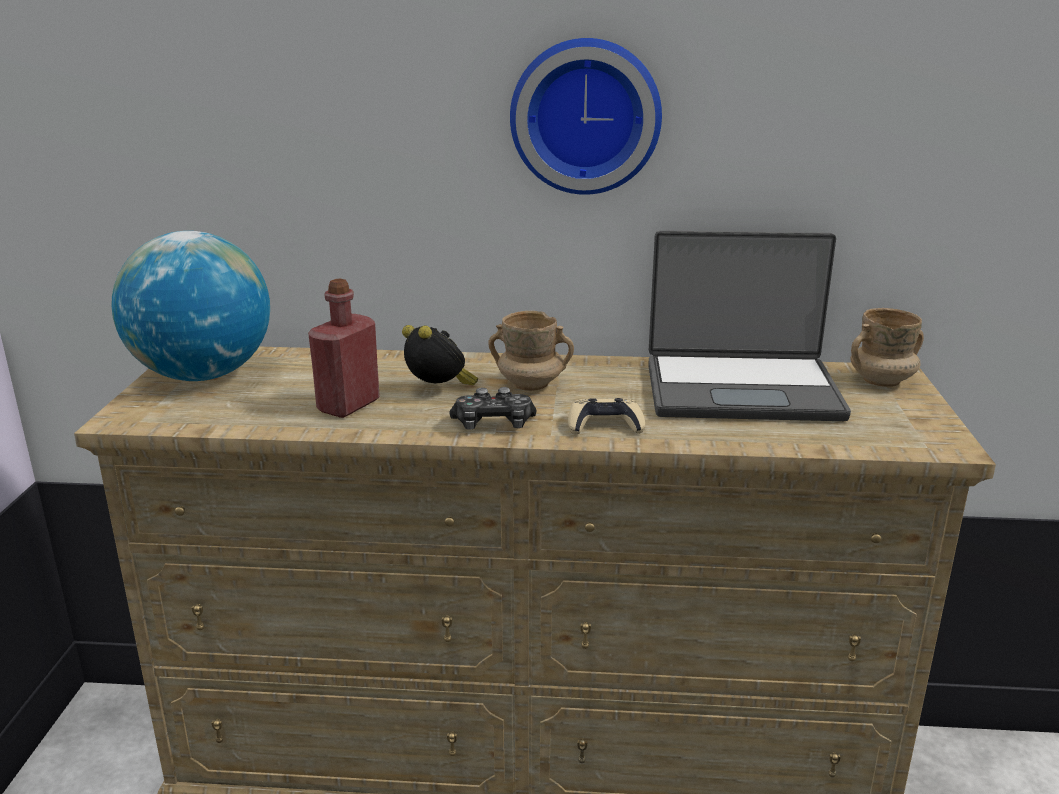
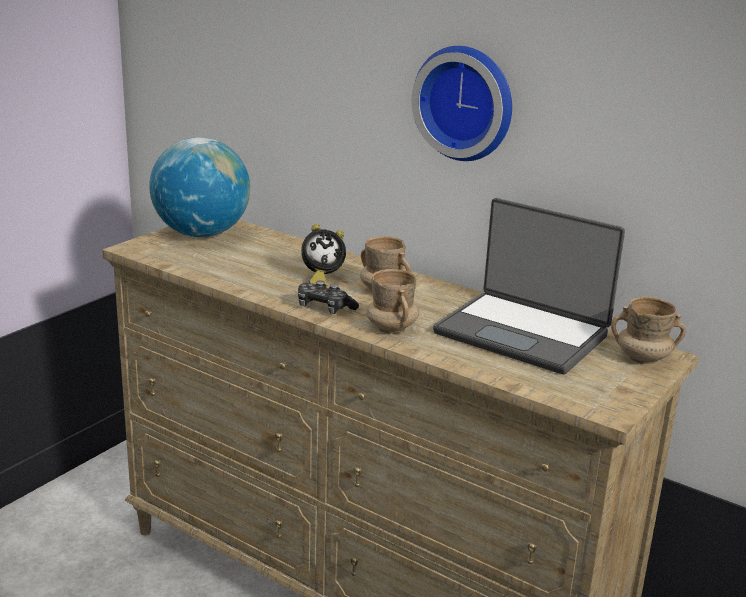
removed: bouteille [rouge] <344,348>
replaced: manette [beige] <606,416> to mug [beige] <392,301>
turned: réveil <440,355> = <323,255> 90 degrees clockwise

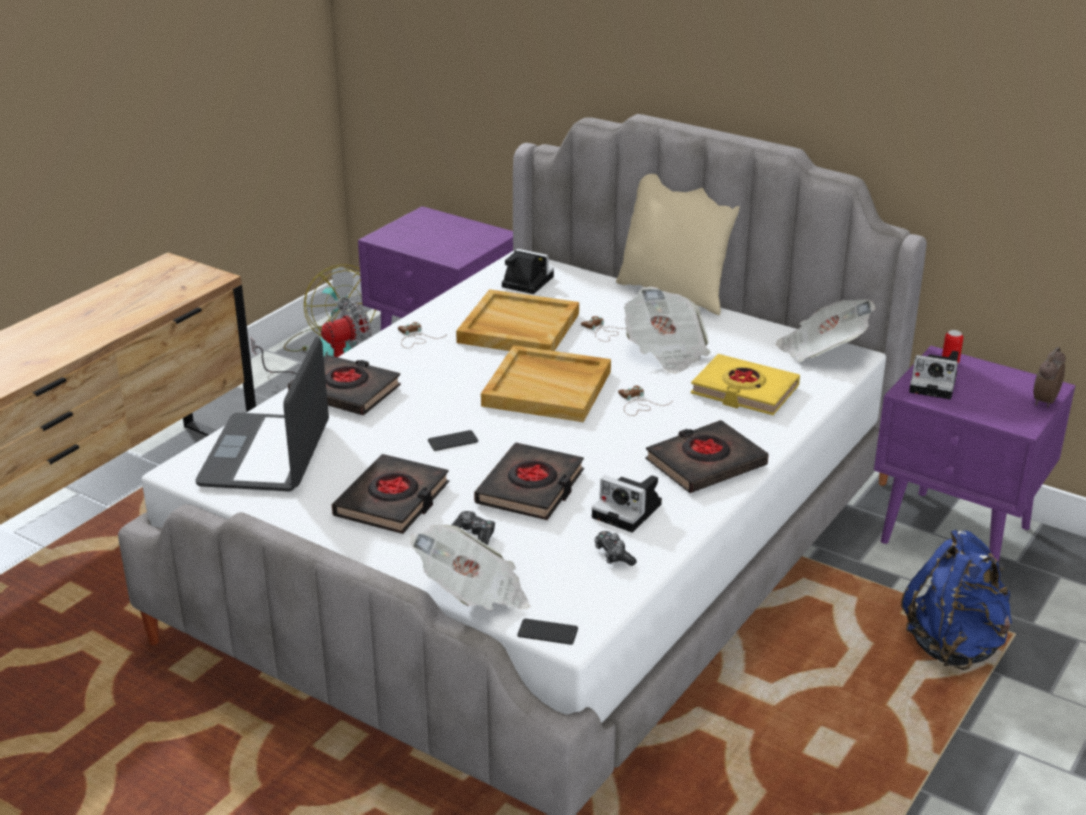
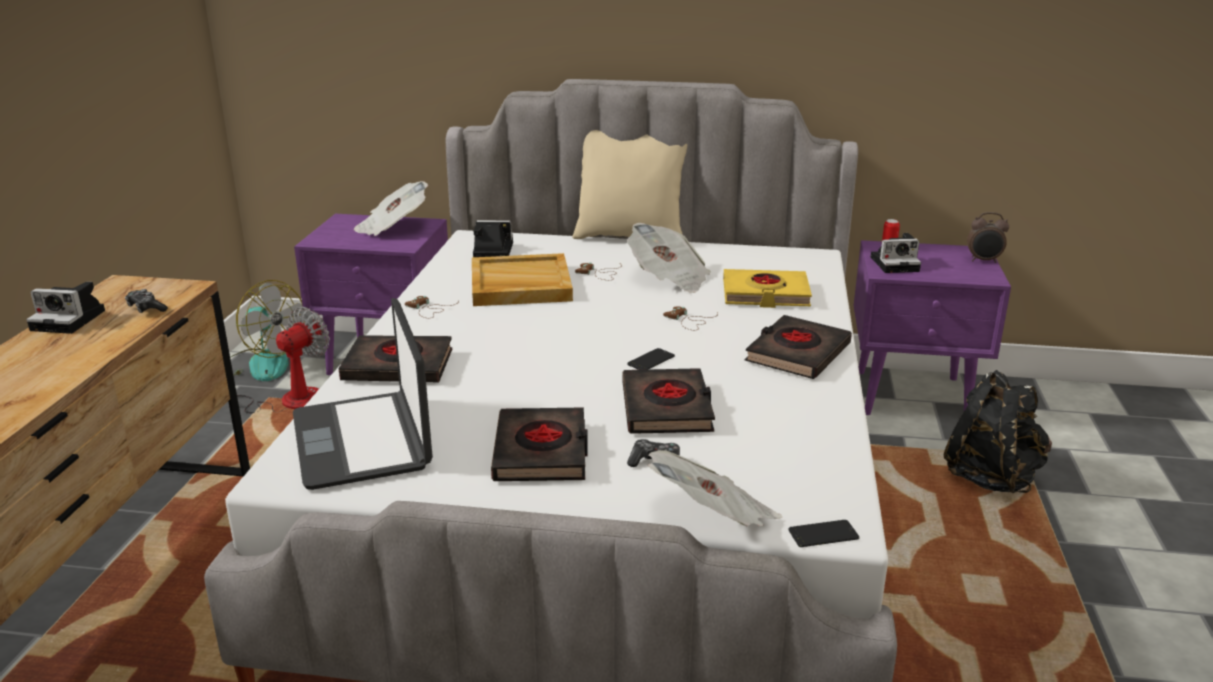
removed: plateau [beige] <546,383>
moved: appareil photo <627,503> to <65,308>; manette <615,548> to <146,301>; journal <826,330> to <391,208>; téléphone <453,440> to <651,359>
recoloured: sac à dos [bleu] <956,600> to sac à dos [noir] <998,431>
turned: réveil <1049,377> = <988,237> 90 degrees counterclockwise

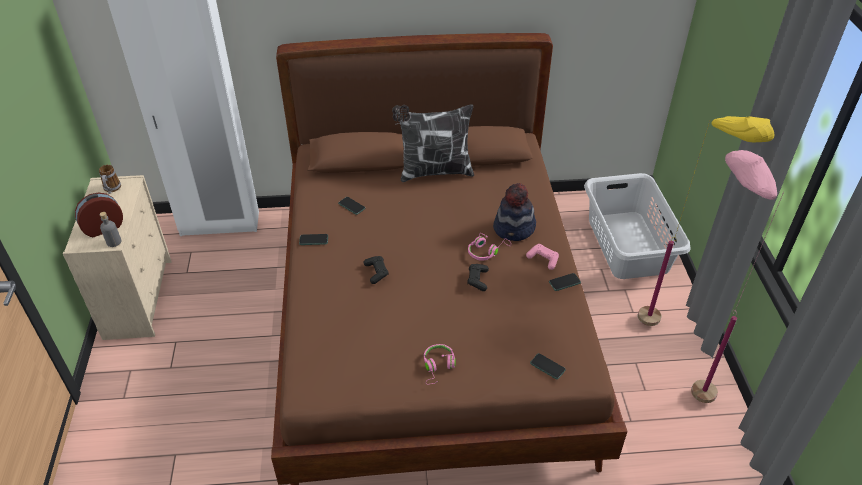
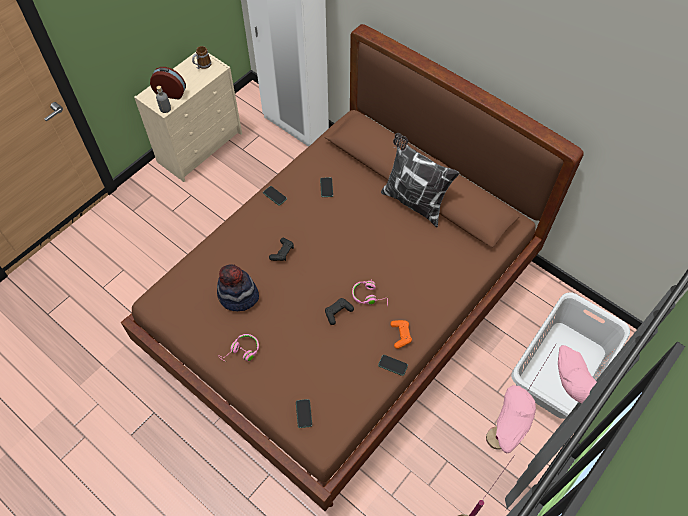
moved: chapeau <514,212> to <238,287>
recoloured: manette [rose] <542,257> to manette [orange] <401,334>; lampadaire [jaune] <706,221> to lampadaire [rose] <541,396>

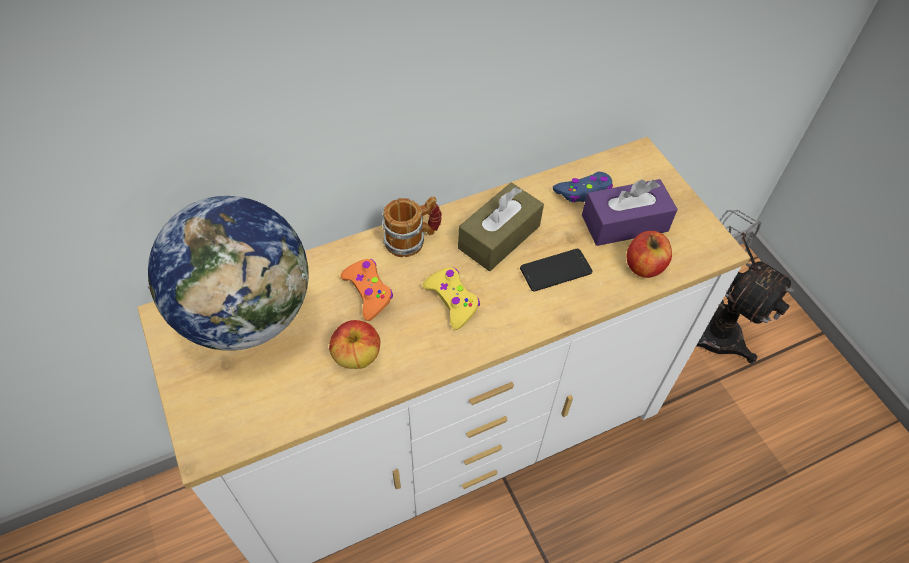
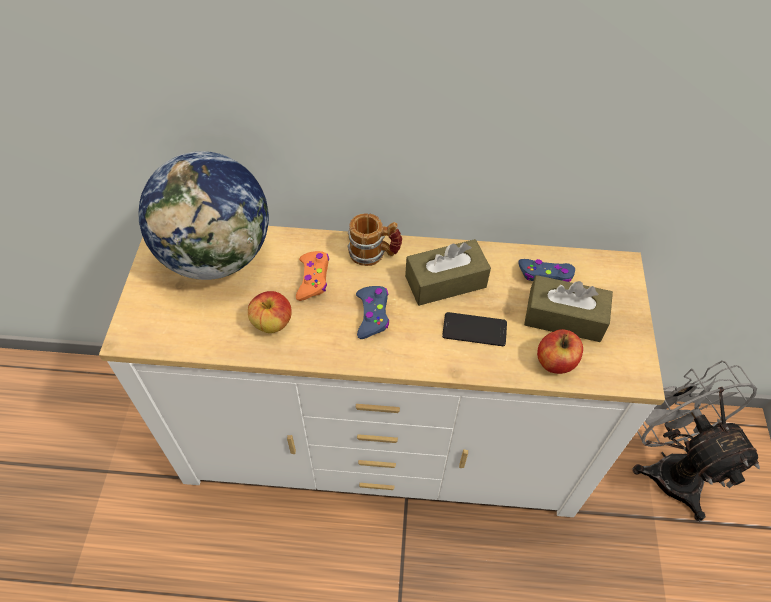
recoloured: manette [jaune] <451,298> to manette [bleu] <372,312>; boîte à mouchoirs [violet] <630,212> to boîte à mouchoirs [marron] <568,308>

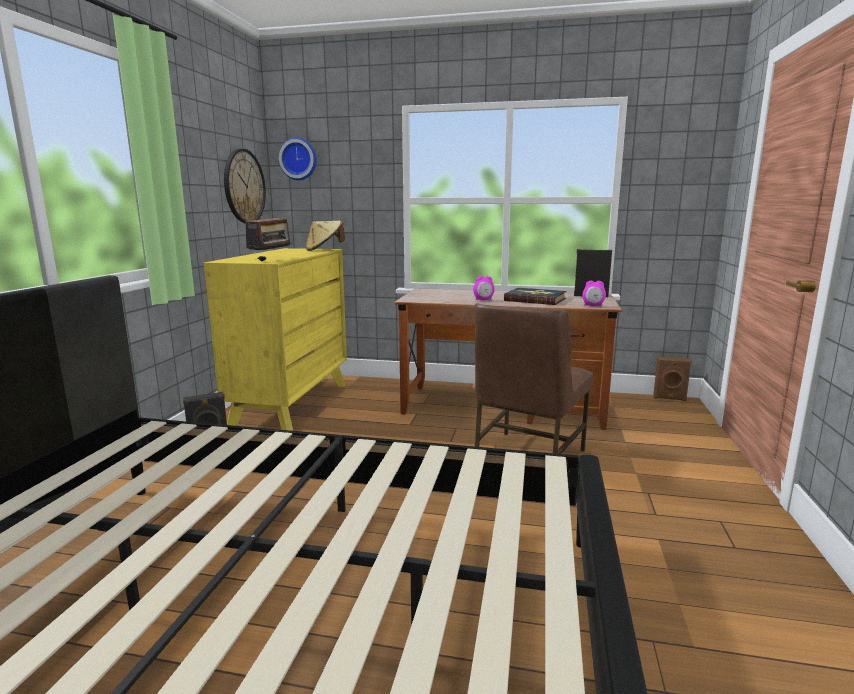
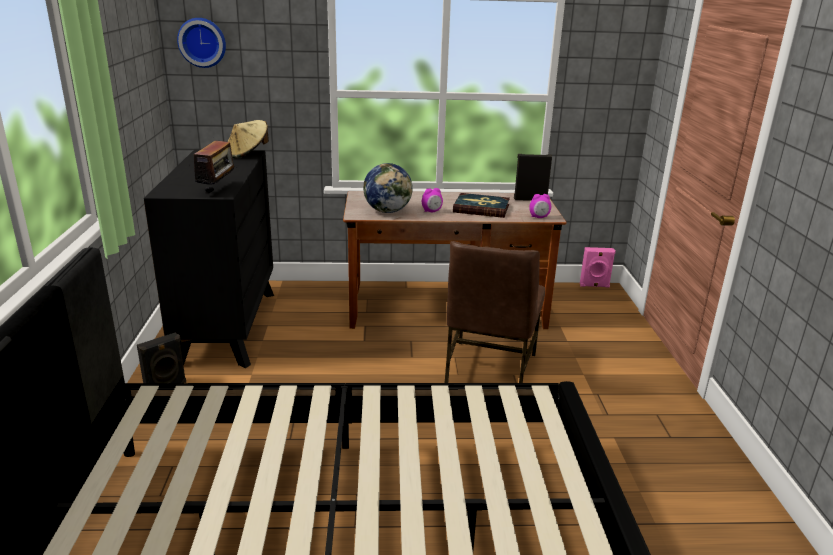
removed: horloge murale <245,186>
added: globe <388,188>
recoloured: commode [jaune] <275,339> to commode [noir] <209,258>; enceinte [marron] <672,378> to enceinte [rose] <598,267>

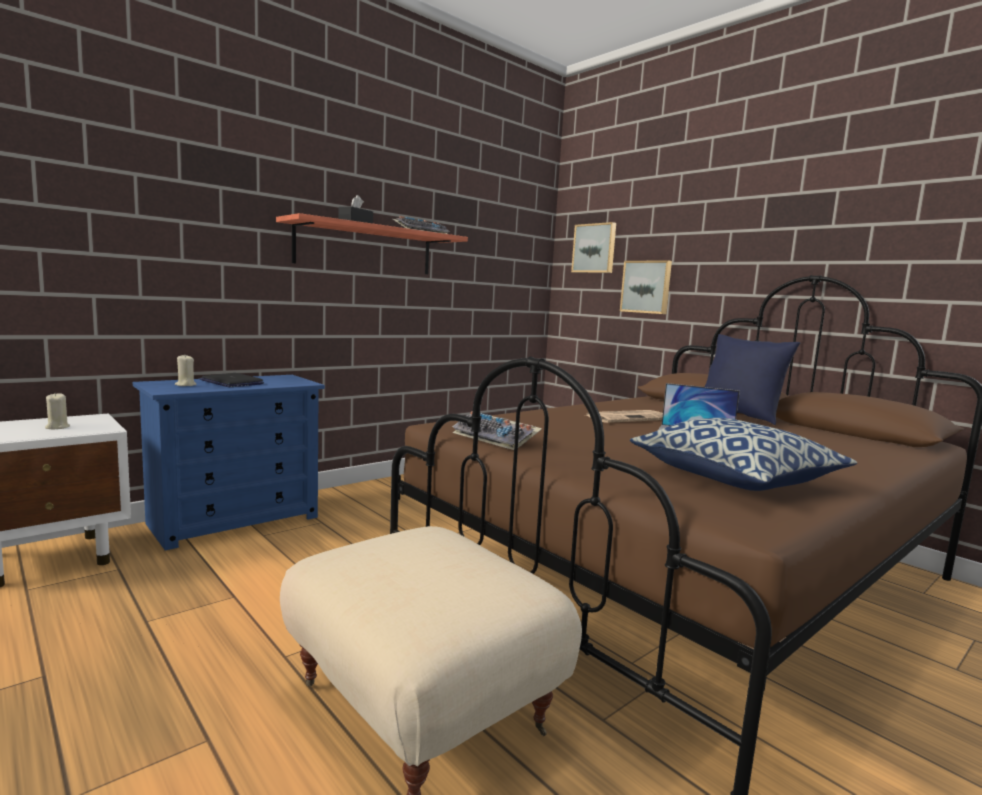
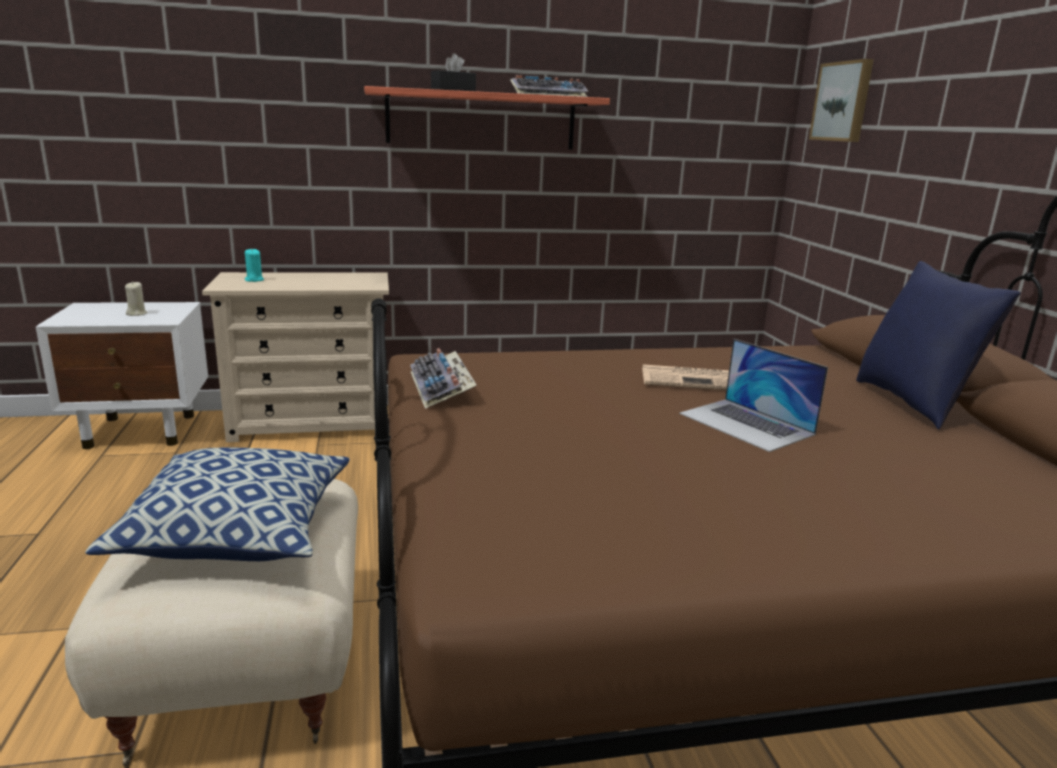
removed: ordinateur portable <232,380>; tableau <646,287>
moved: coussin <743,454> to <217,504>
recoloured: commode [bleu] <229,462> to commode [beige] <295,357>; bougie [beige] <186,370> to bougie [turquoise] <254,265>

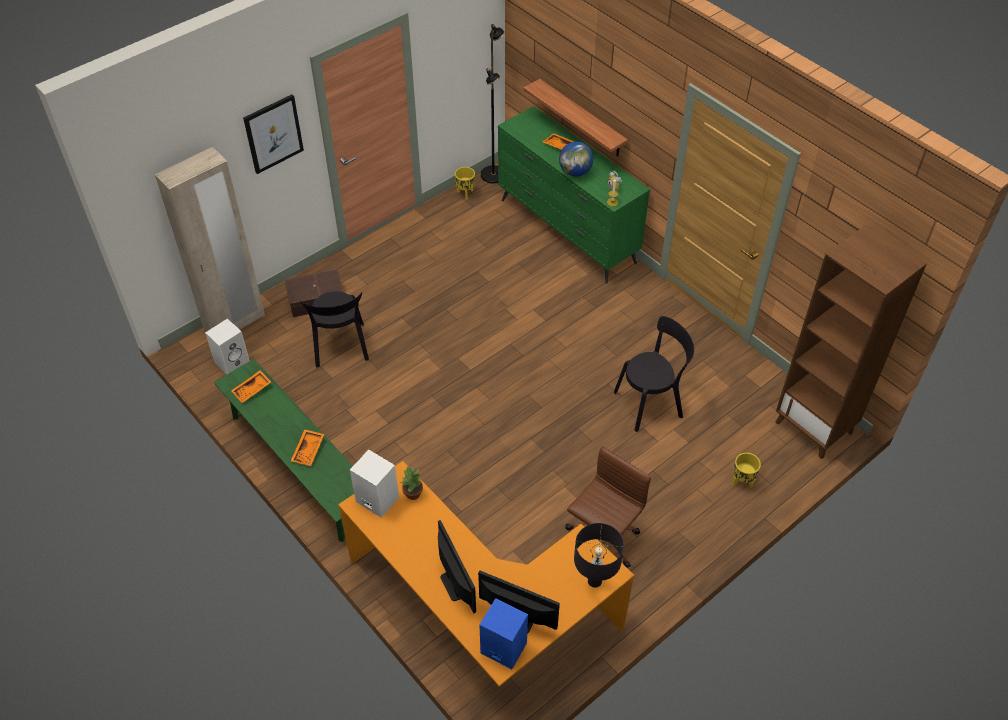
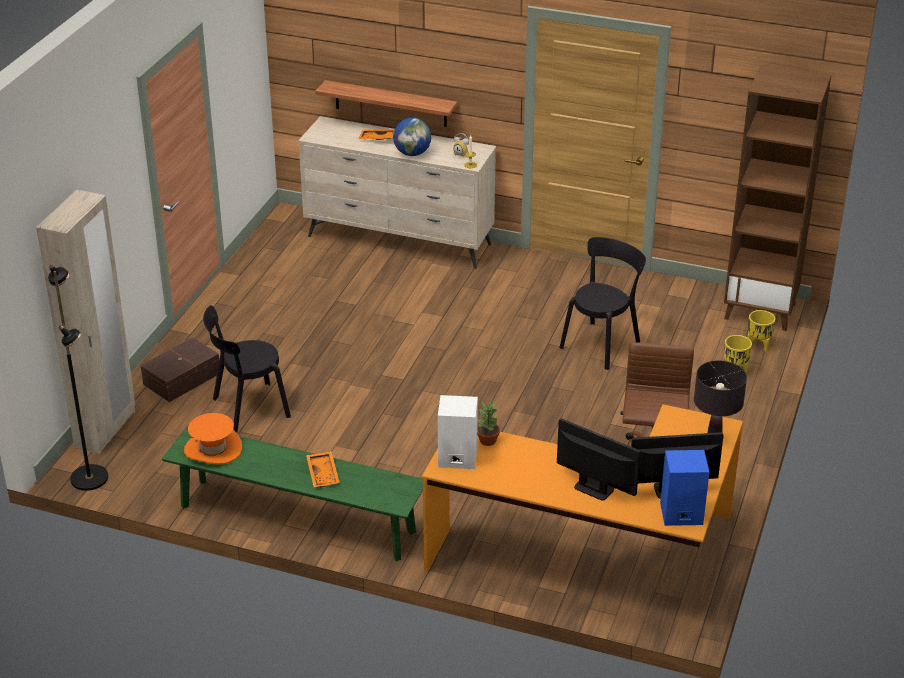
removed: enceinte [blanc] <227,346>; tableau <273,134>
moved: lampadaire [noir] <492,103> to <78,377>; cache-pot [jaune] <465,183> to <761,331>
replaced: plateau [orange] <251,386> to chapeau [orange] <213,439>
recoloured: commode [vert] <574,195> to commode [beige] <397,192>
turned: chaise [noir] <334,329> = <247,369> 105 degrees clockwise

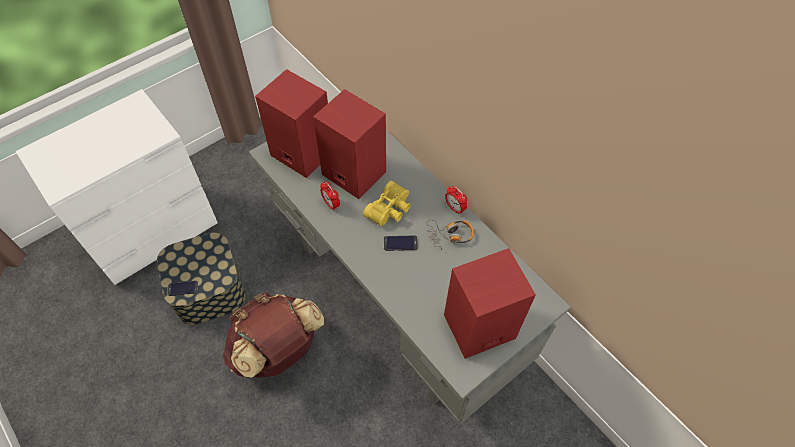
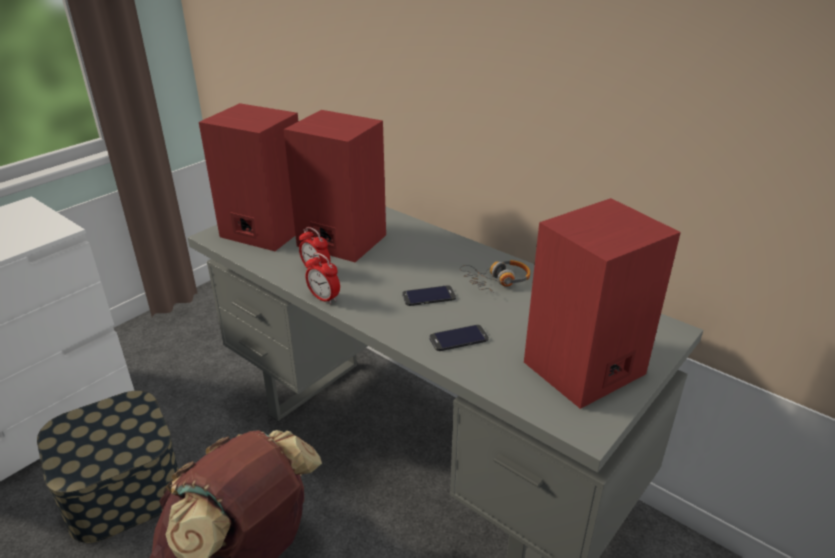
removed: jumelles [jaune] <387,204>
moved: réveil <456,200> to <322,278>; téléphone <182,288> to <459,338>

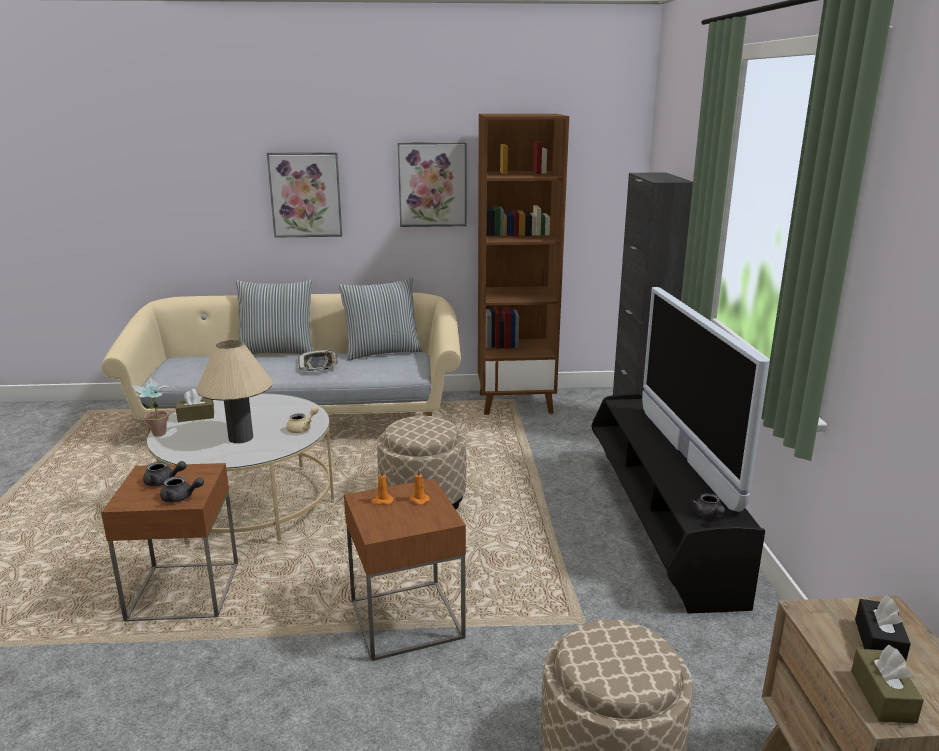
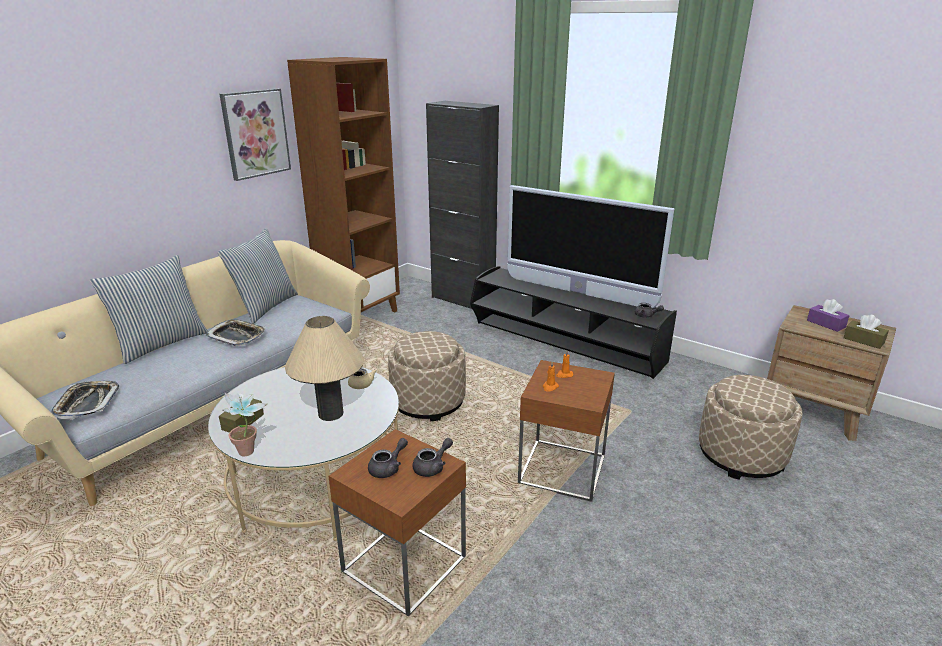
removed: tableau <304,195>
added: plateau <85,400>
recoloured: boîte à mouchoirs [noir] <883,627> to boîte à mouchoirs [violet] <828,315>

